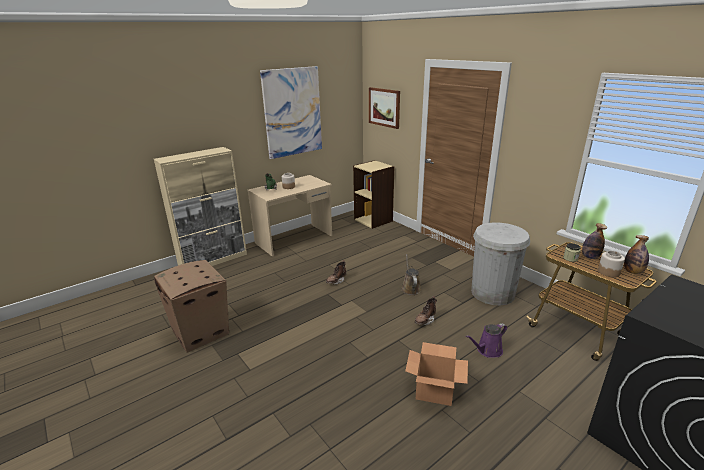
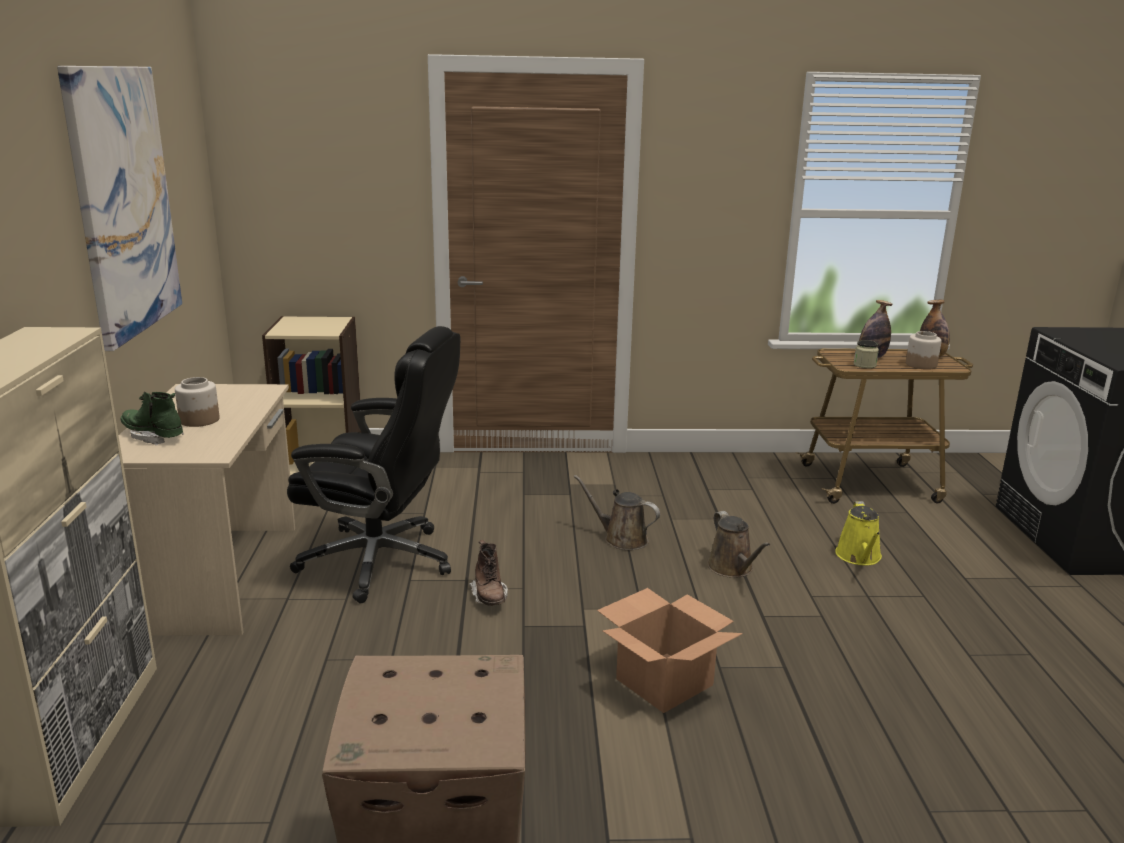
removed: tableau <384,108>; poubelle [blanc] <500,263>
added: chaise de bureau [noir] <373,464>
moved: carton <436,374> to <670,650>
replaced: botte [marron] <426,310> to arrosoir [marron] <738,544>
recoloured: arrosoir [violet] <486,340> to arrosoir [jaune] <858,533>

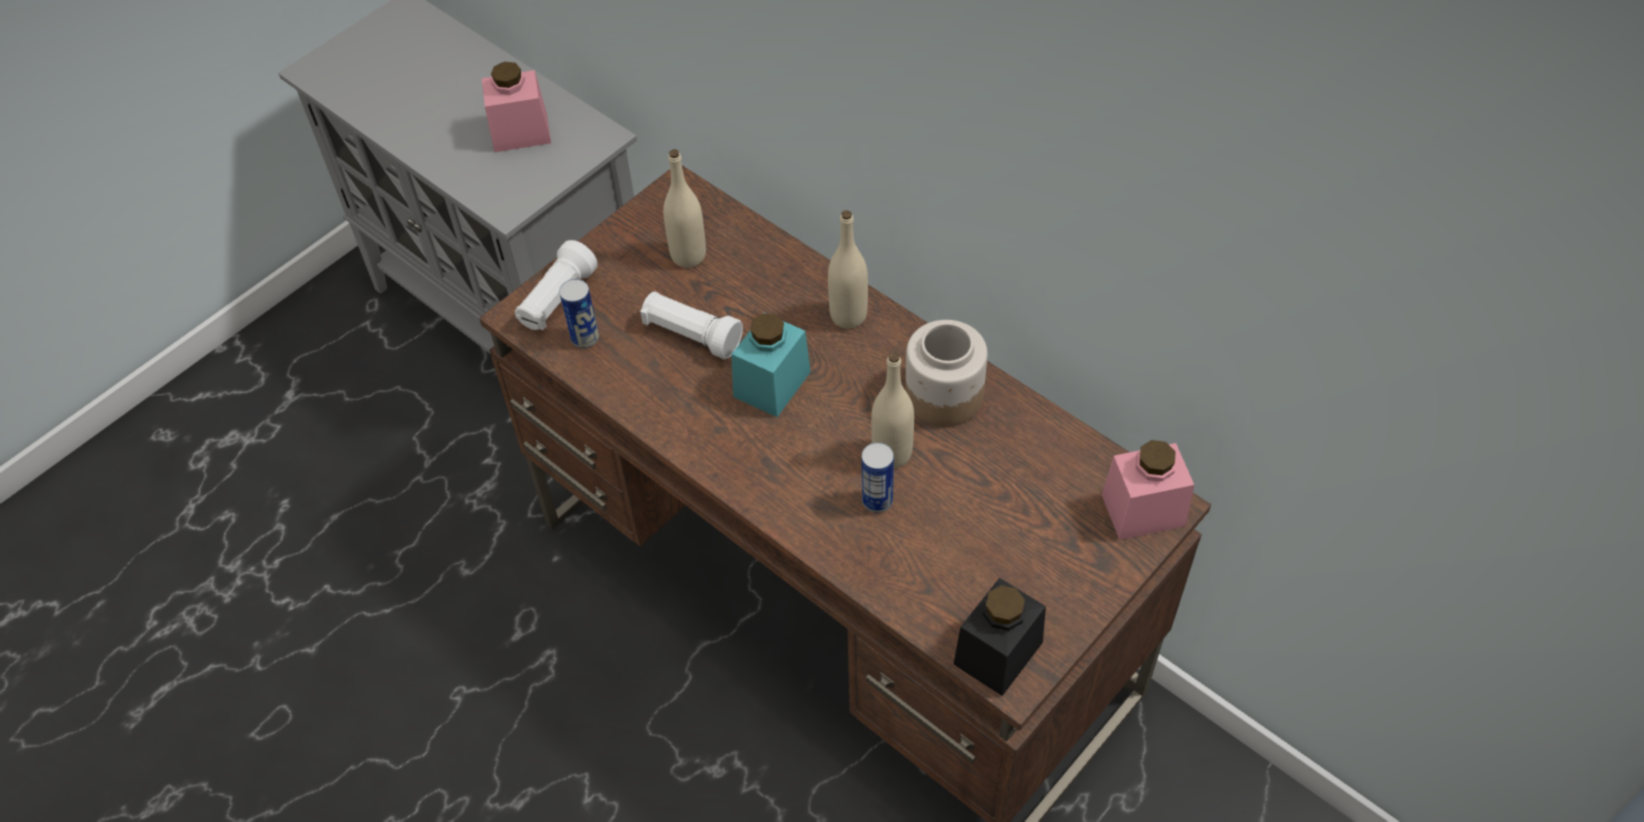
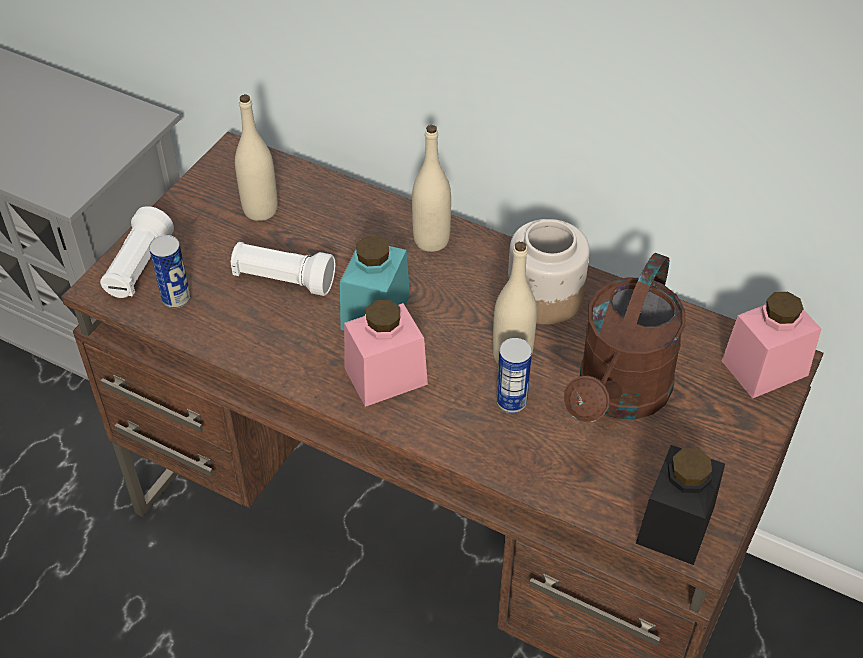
added: arrosoir [marron] <625,337>
moved: bocal [rose] <516,107> to <386,353>

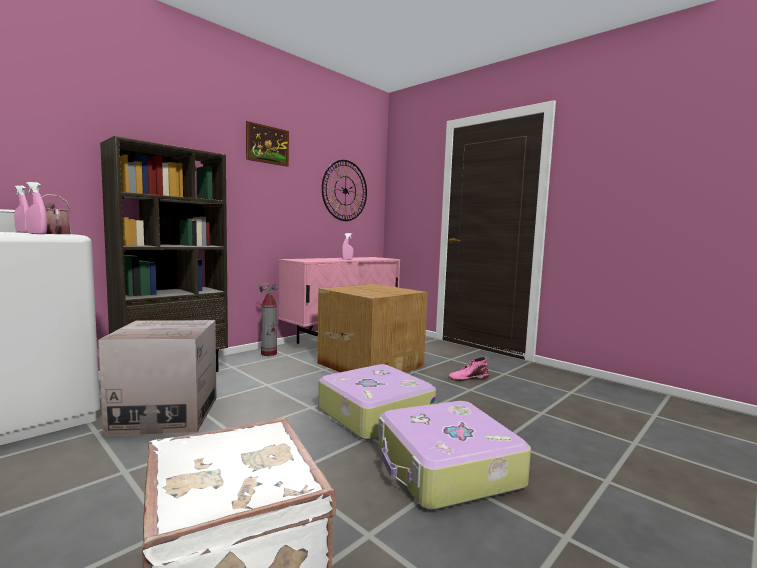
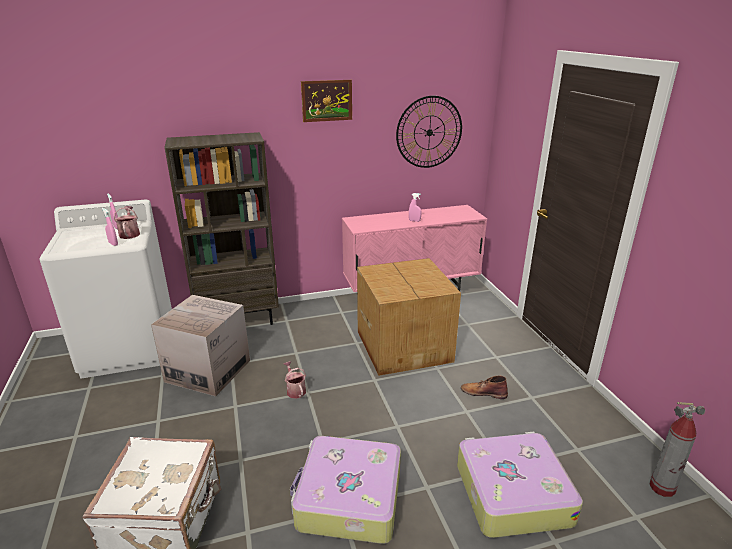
added: arrosoir <295,380>
moved: valise <377,402> to <520,485>; extincteur <269,320> to <677,449>
recoloured: botte [rose] <468,369> to botte [marron] <484,387>

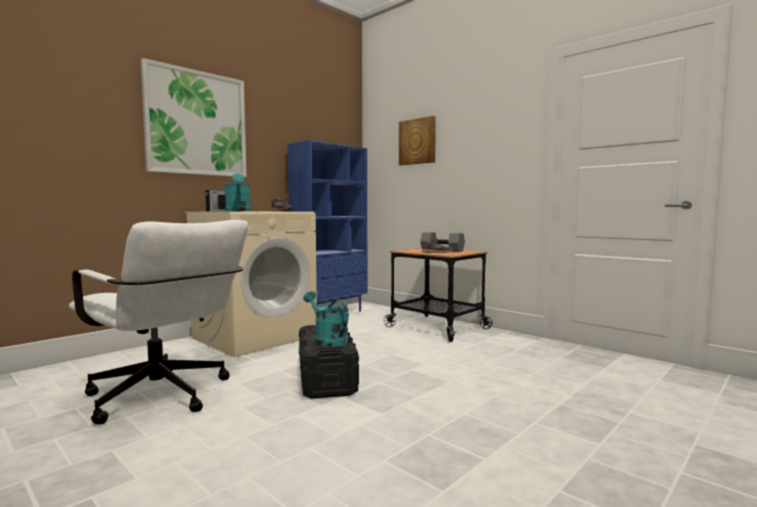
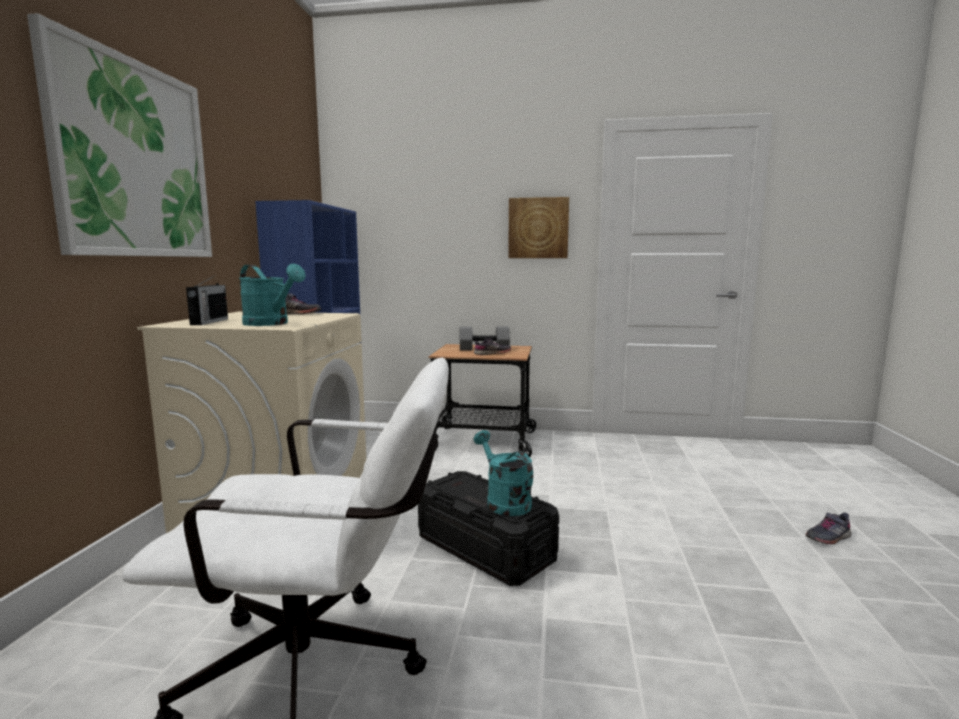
added: chaussure [gris] <828,528>
moved: tableau <417,140> to <538,227>
turned: arrosoir [turquoise] <326,319> = <503,473> 45 degrees clockwise

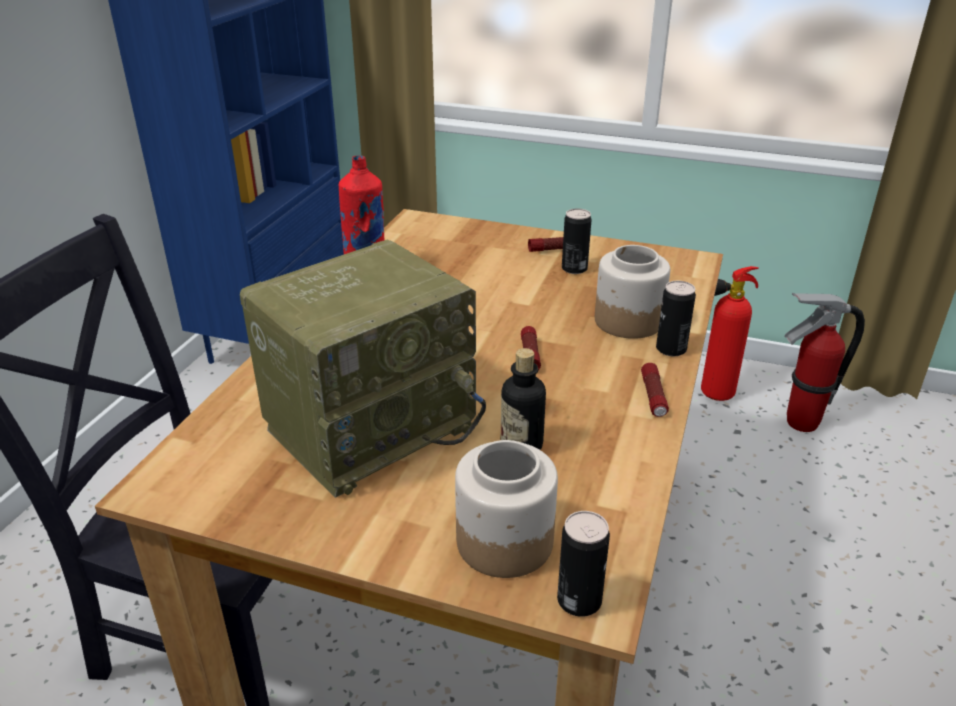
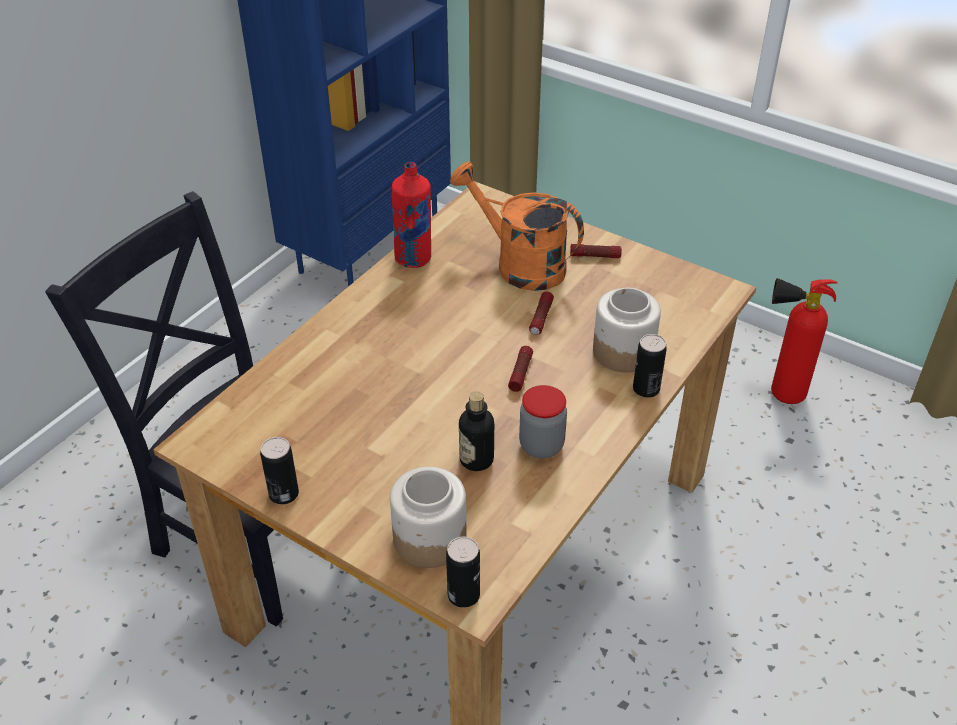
removed: radio <363,369>; extincteur <824,362>
added: arrosoir [orange] <517,226>; bocal <543,421>
moved: boîte métallique <577,241> to <279,470>; lampe de poche <655,390> to <541,313>

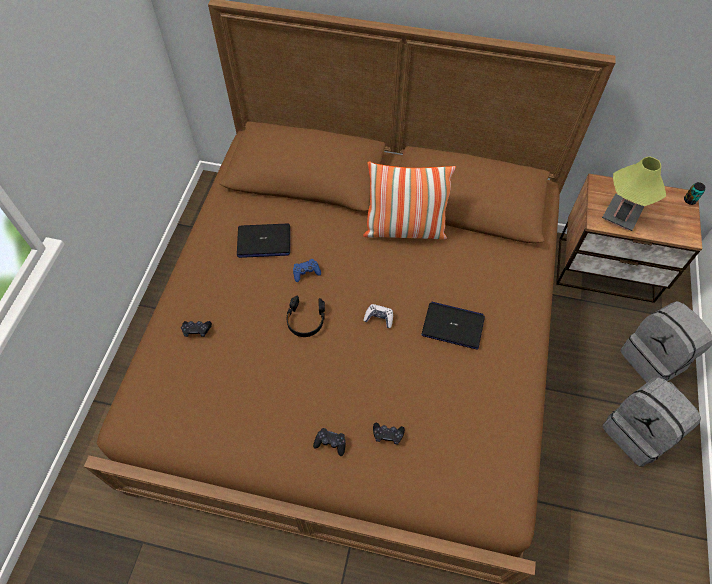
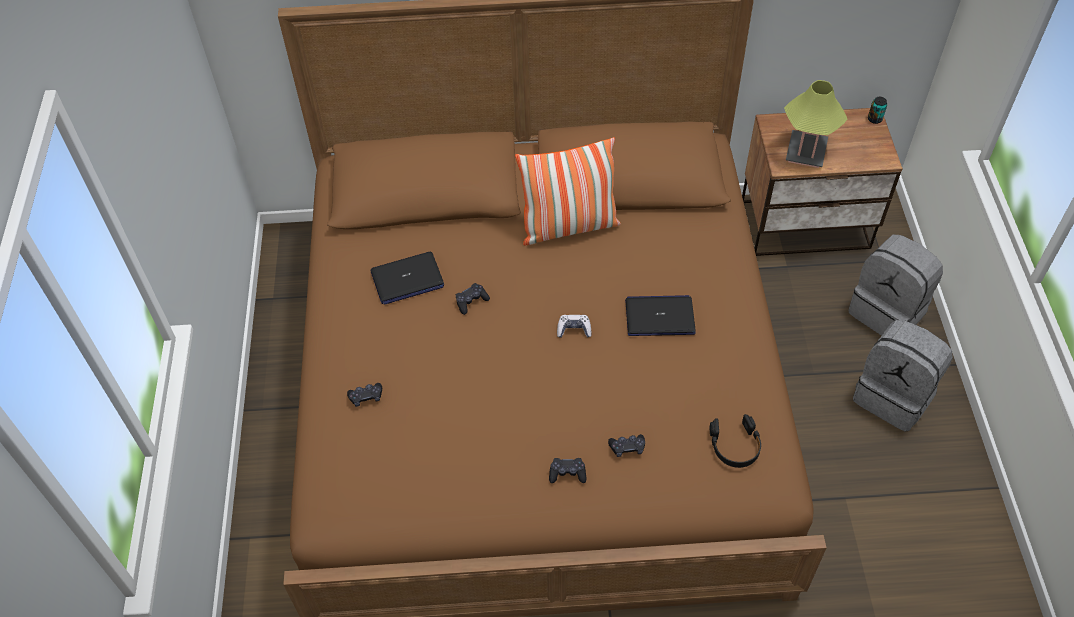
moved: casque audio [noir] <305,316> to <735,441>
recoloured: manette [bleu] <307,270> to manette [noir] <473,299>

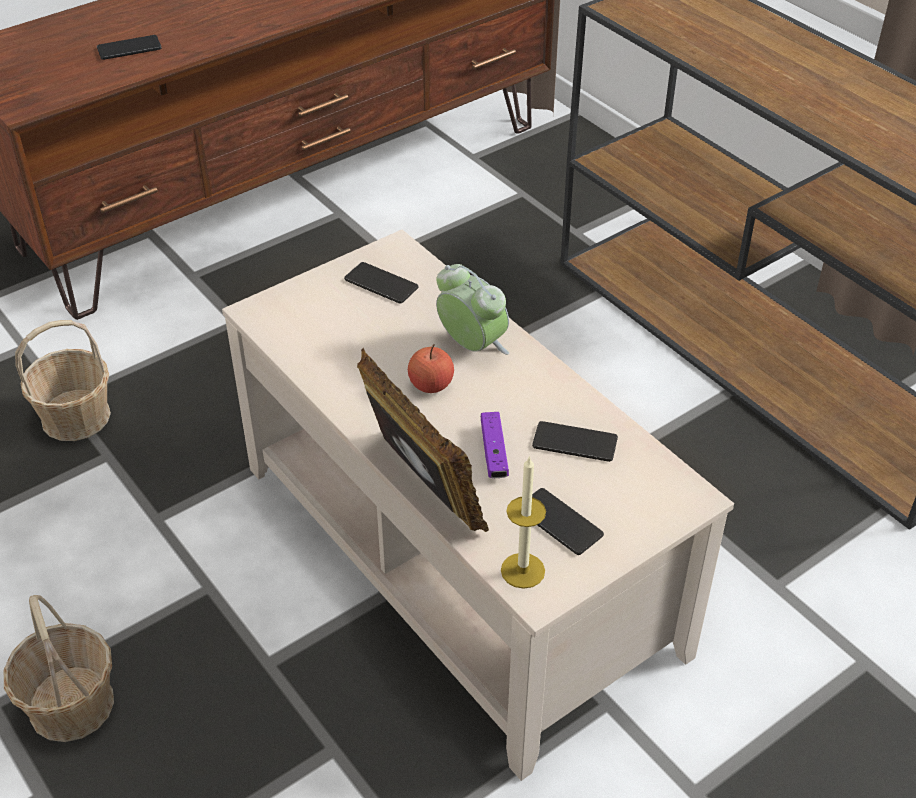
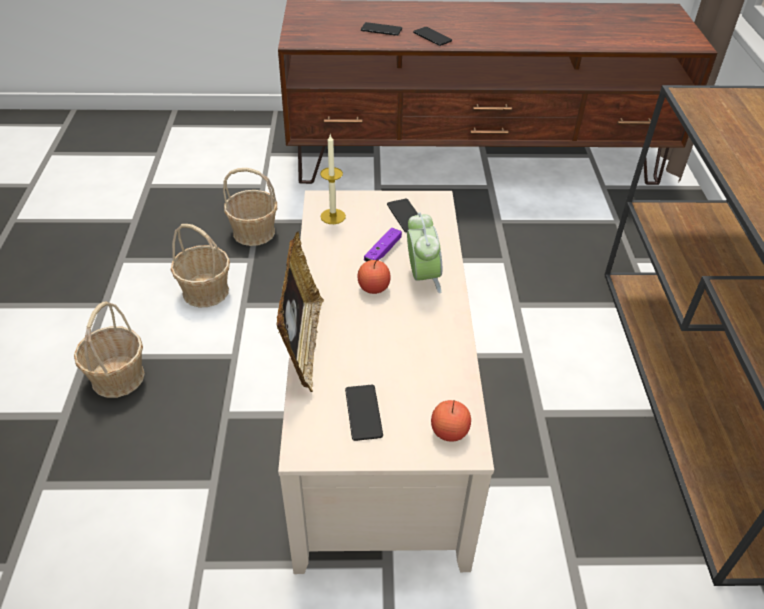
added: panier <200,265>; pomme <451,421>
moved: bougie <523,522> to <333,179>; manette [violet] <495,445> to <383,245>; téléphone <575,441> to <432,36>

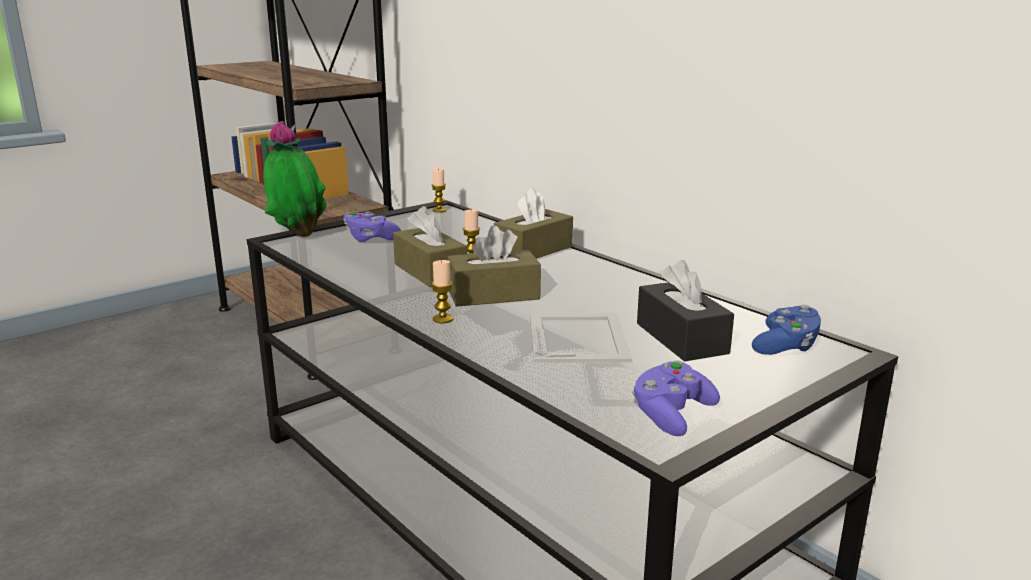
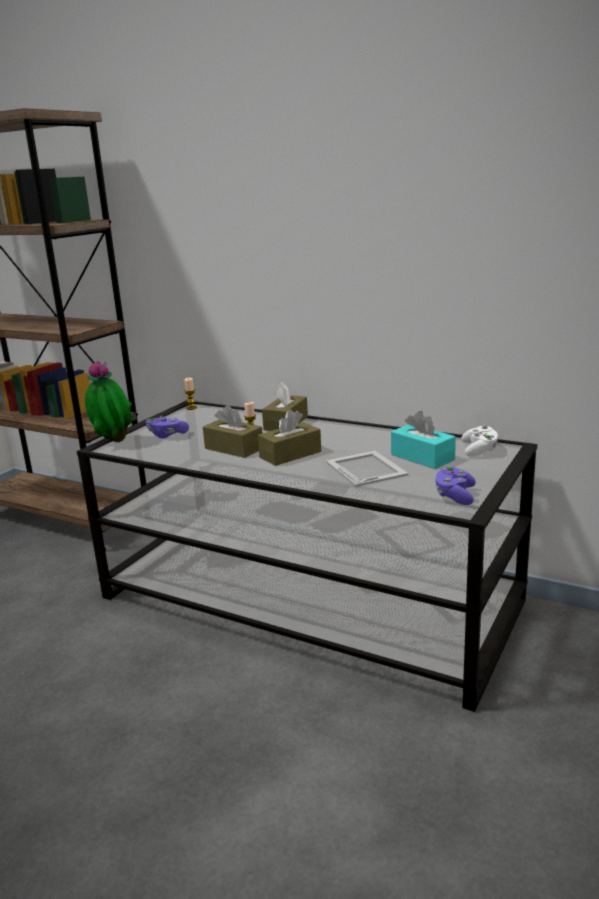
removed: bougie <442,291>
recoloured: boîte à mouchoirs [noir] <685,310> to boîte à mouchoirs [turquoise] <423,440>; manette [bleu] <786,330> to manette [blanc] <479,441>

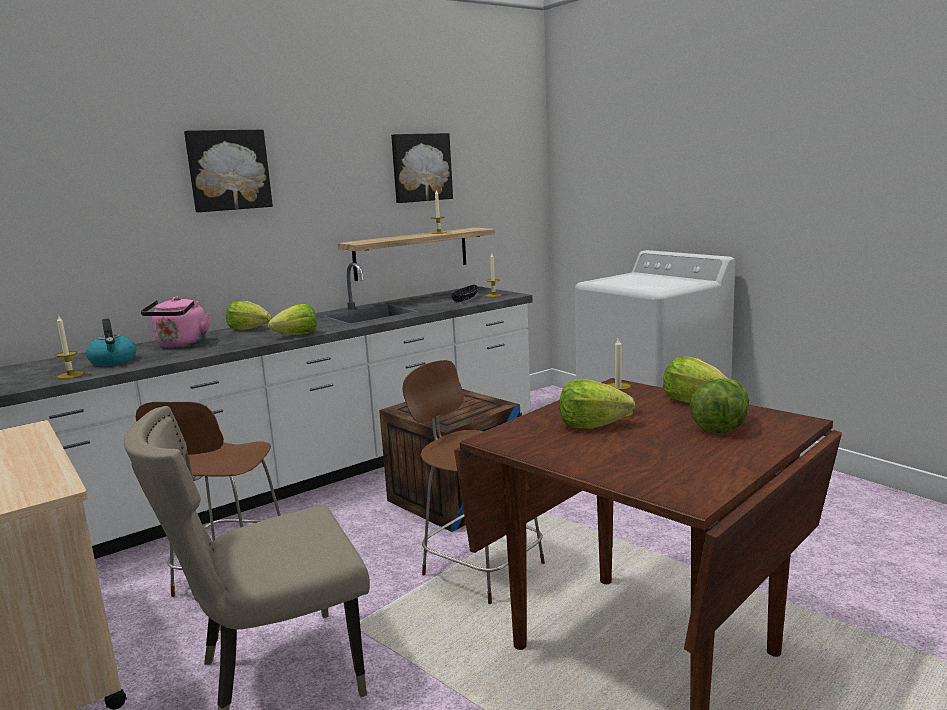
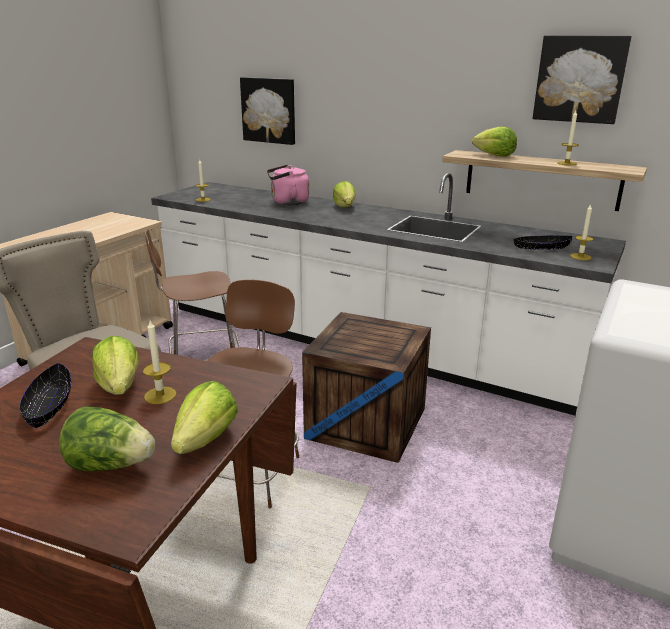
removed: bouilloire <111,342>
added: bol [noir] <45,395>
moved: tableau <228,171> to <267,111>; laitue <292,319> to <494,141>

